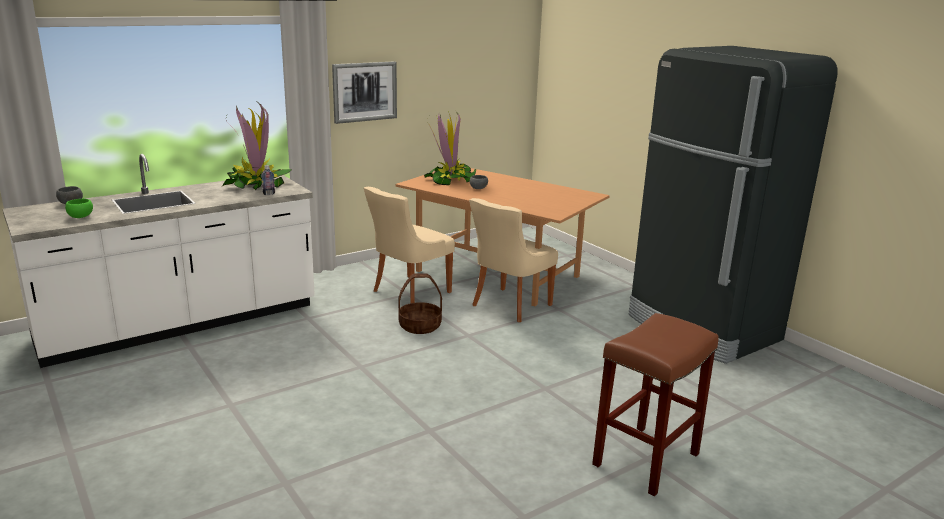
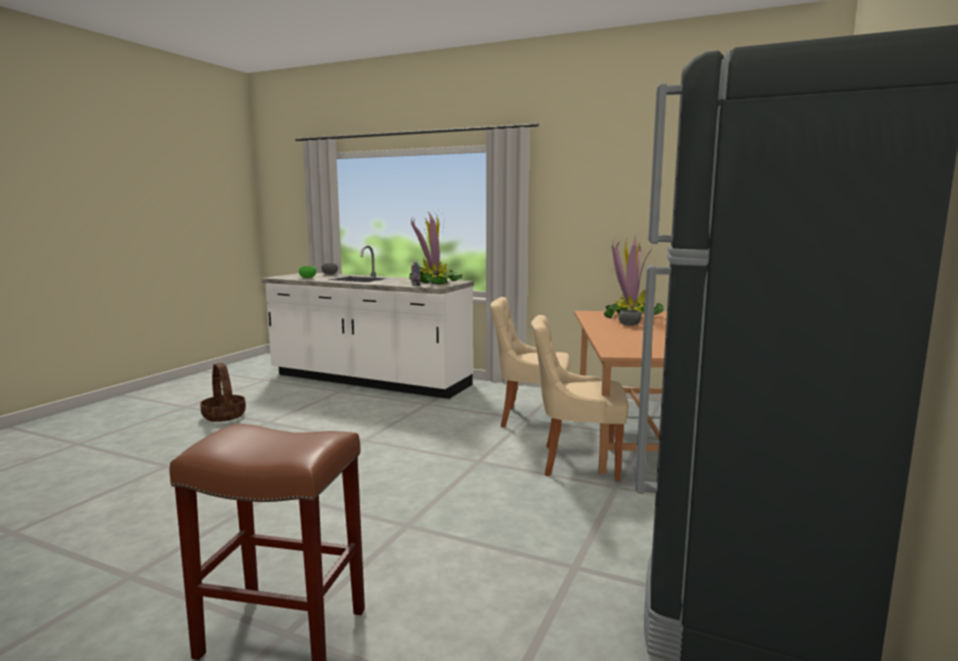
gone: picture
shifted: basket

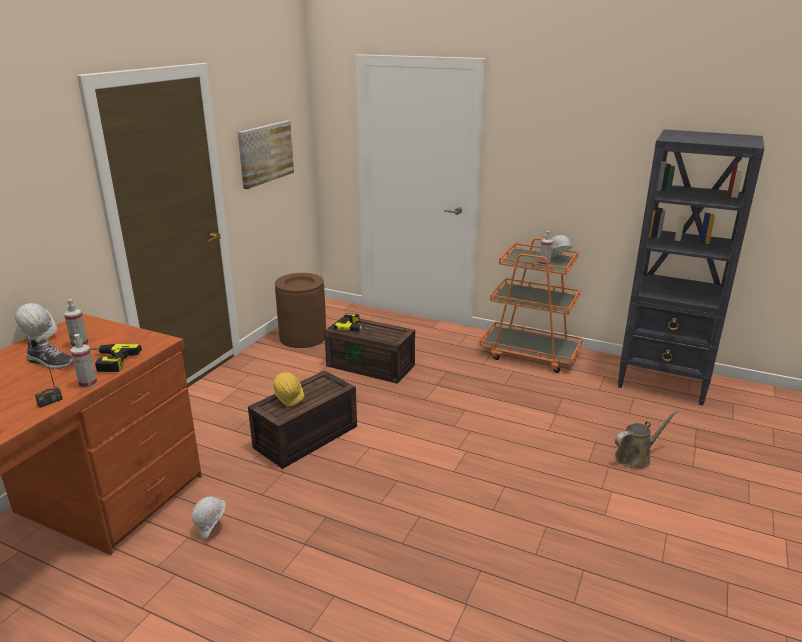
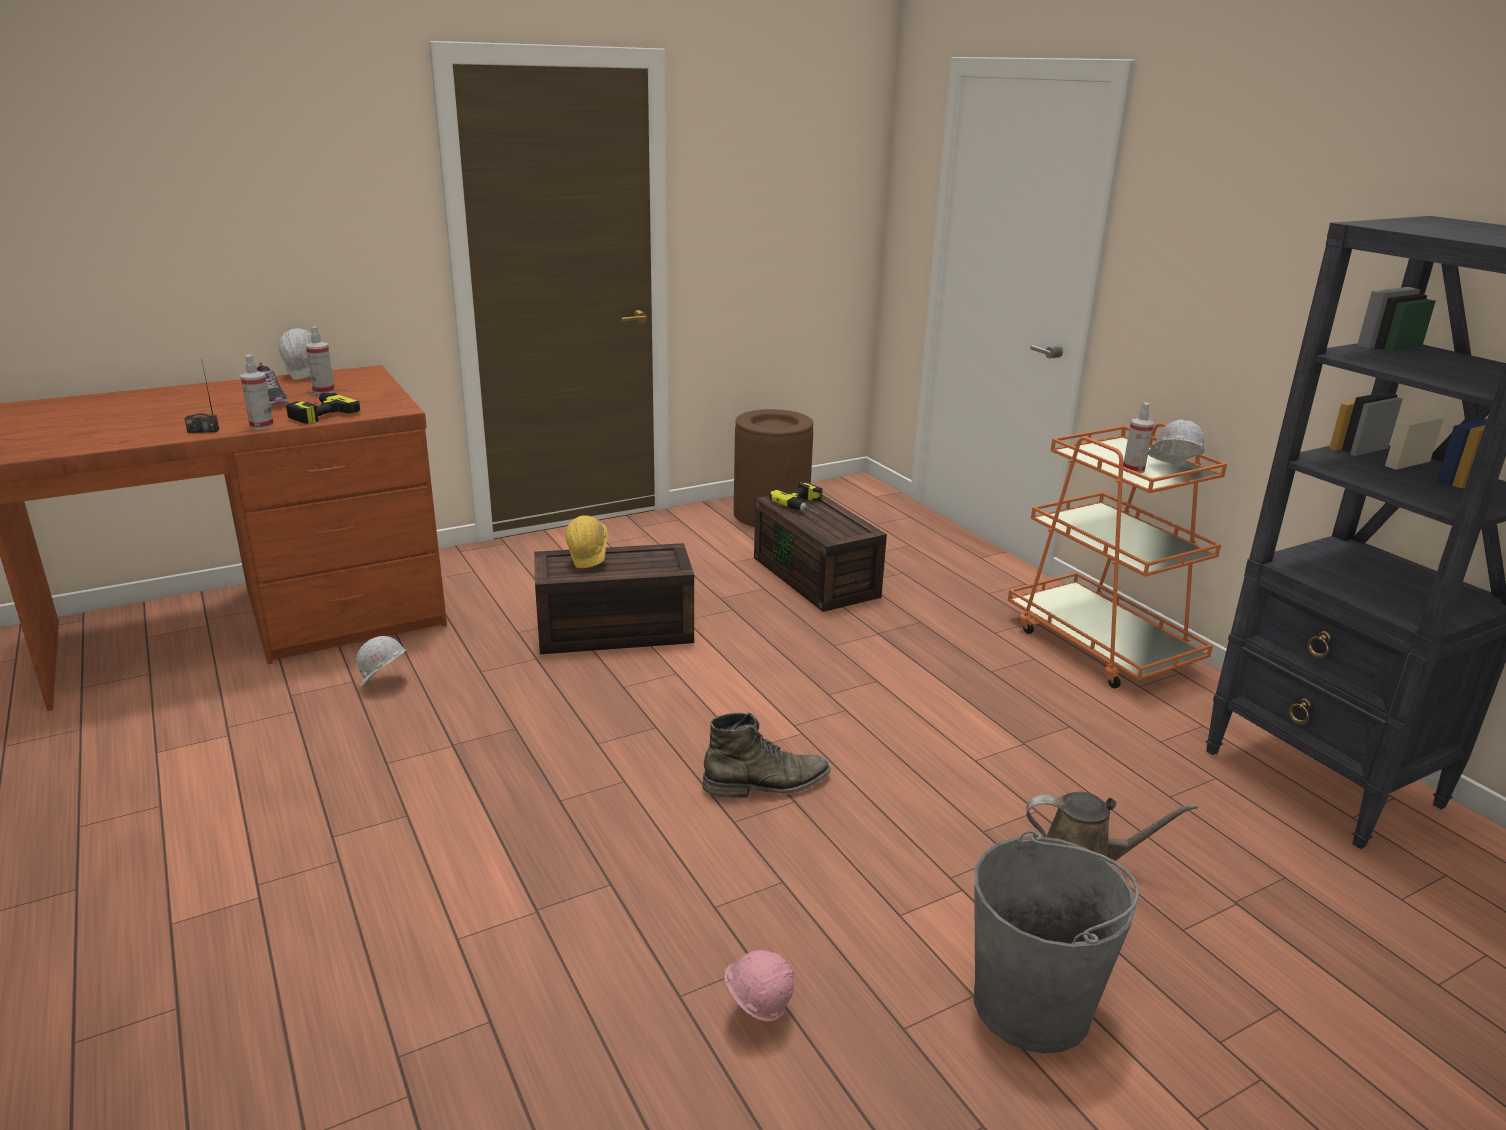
gone: picture
new: boot/green; hard hat/pink; bucket/grey

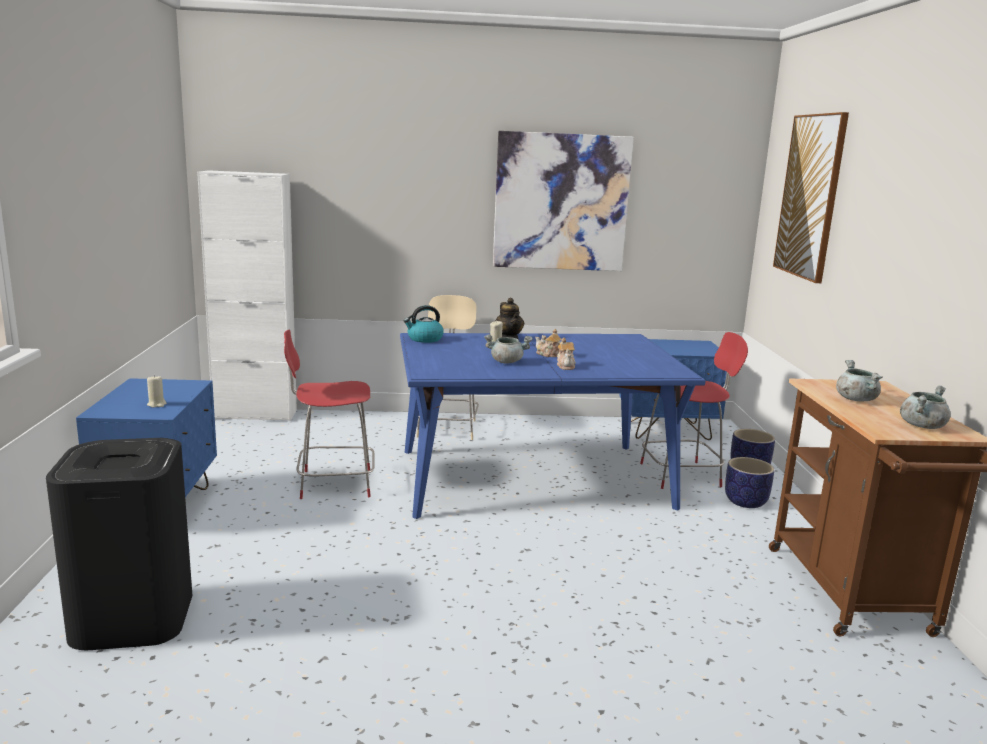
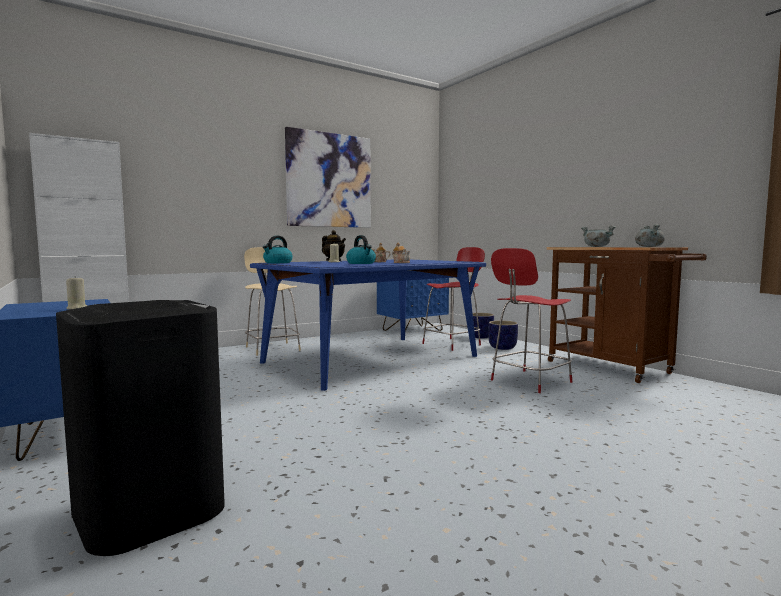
gone: picture (no. 2 from left)
shifted: chair/red (no. 1 from left in the first image) to chair/red (no. 2 from left)
swapped: cooking pot/grey (no. 1 from left) to kettle (no. 2 from left)

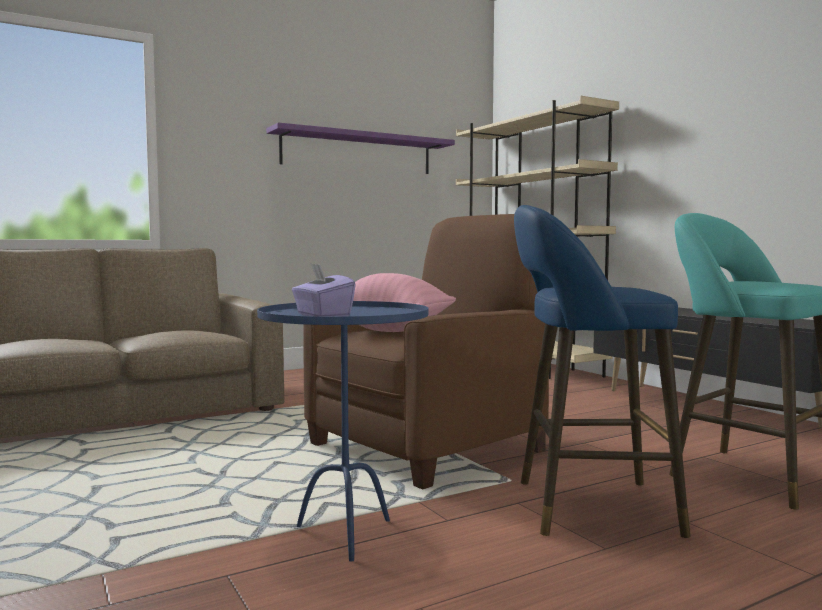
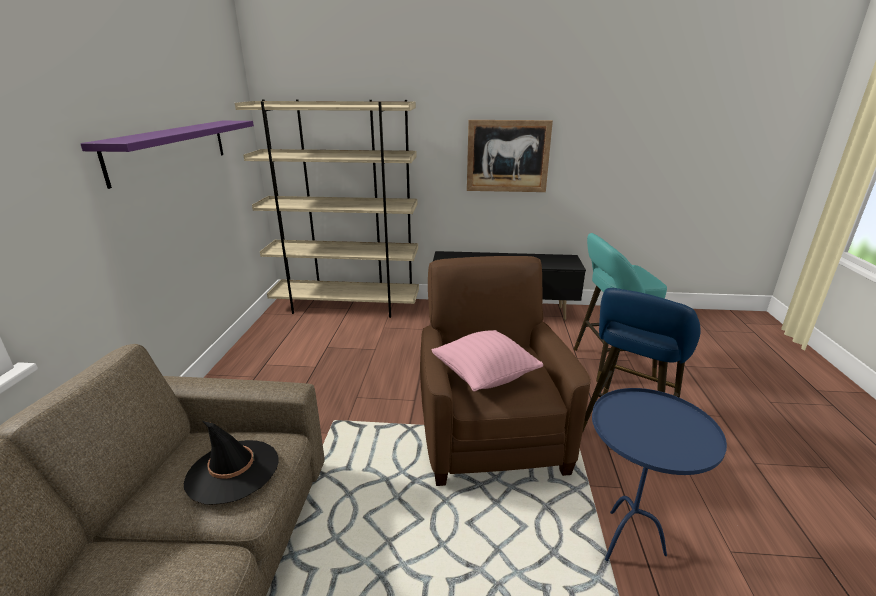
gone: tissue box/purple
new: hat/black; picture

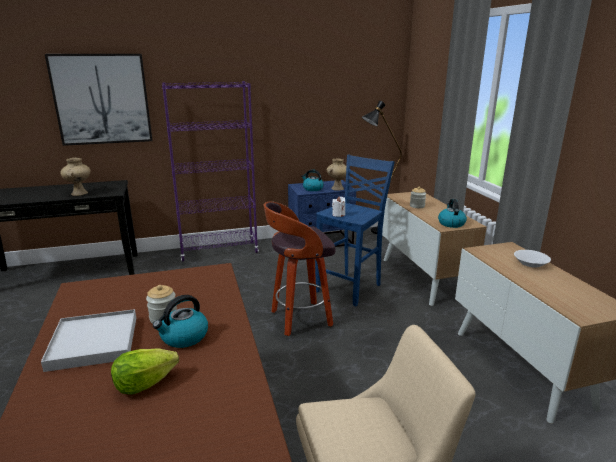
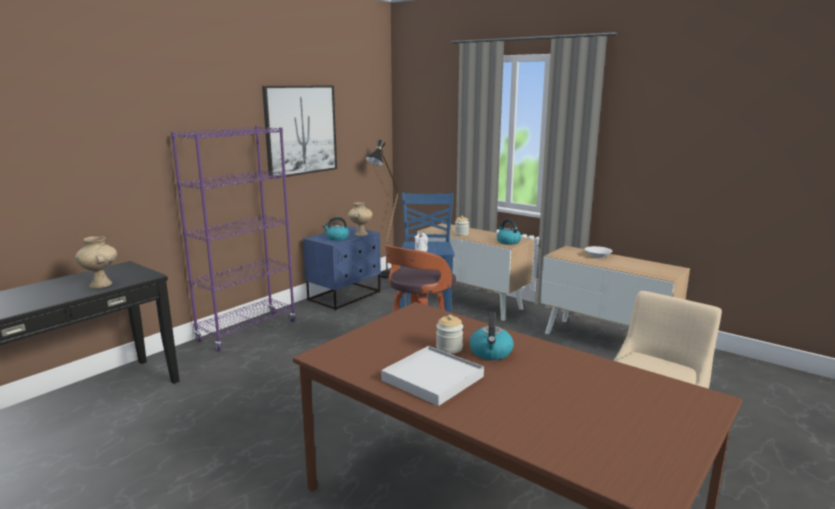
gone: lettuce
shifted: picture

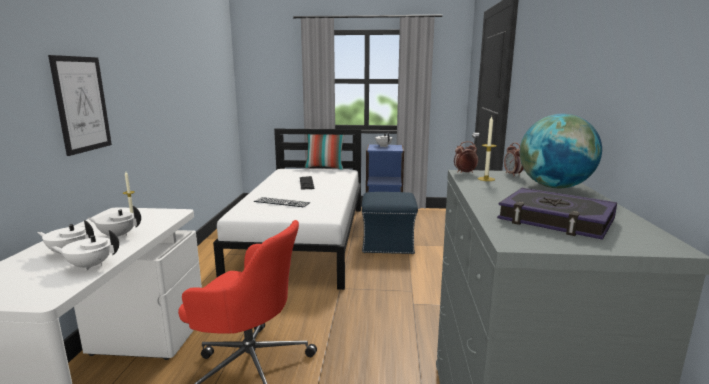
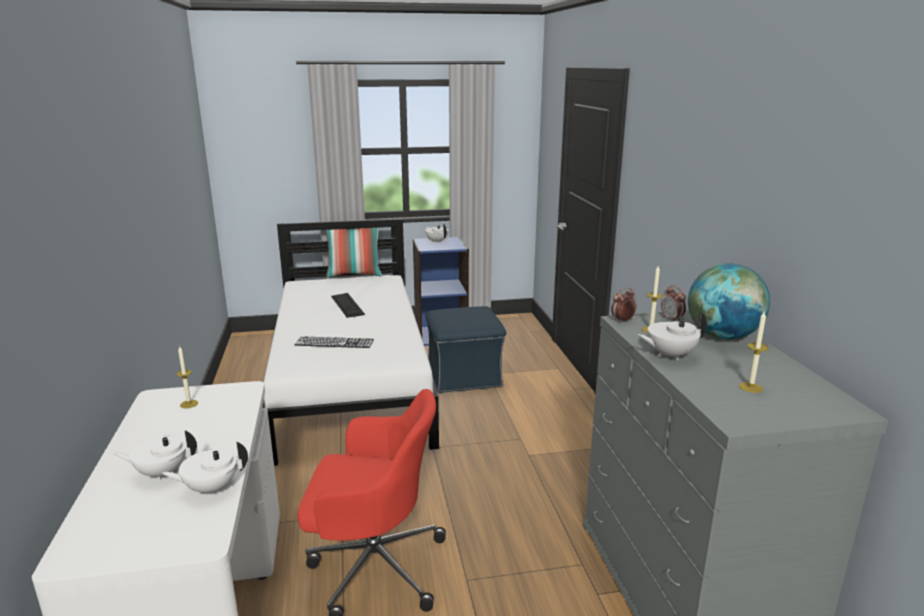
gone: picture
shifted: teapot/white (no. 3 from left in the first image) to teapot/white (no. 4 from left)
swapped: book to candle (no. 3 from left)

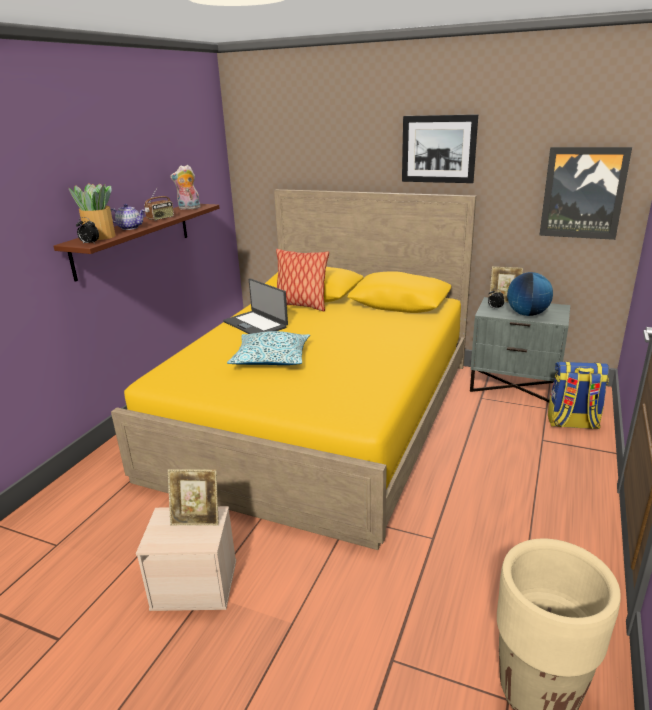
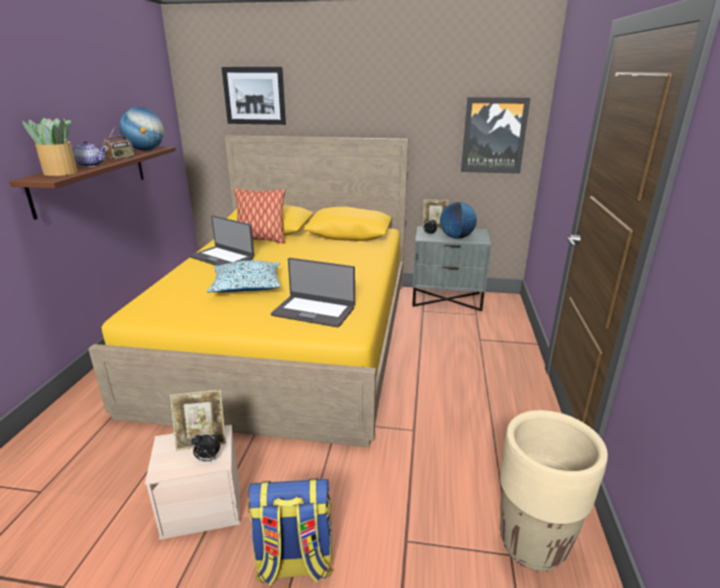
new: laptop (no. 2 from left)
shifted: alarm clock (no. 1 from left); picture (no. 1 from left); backpack
swapped: plush toy to globe (no. 1 from left)

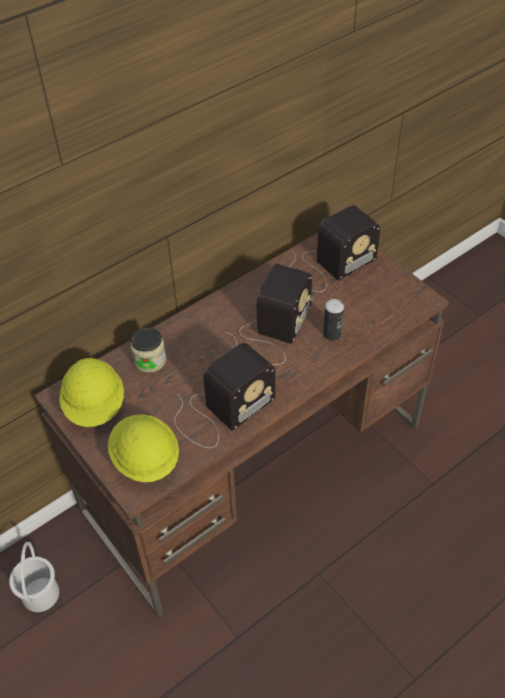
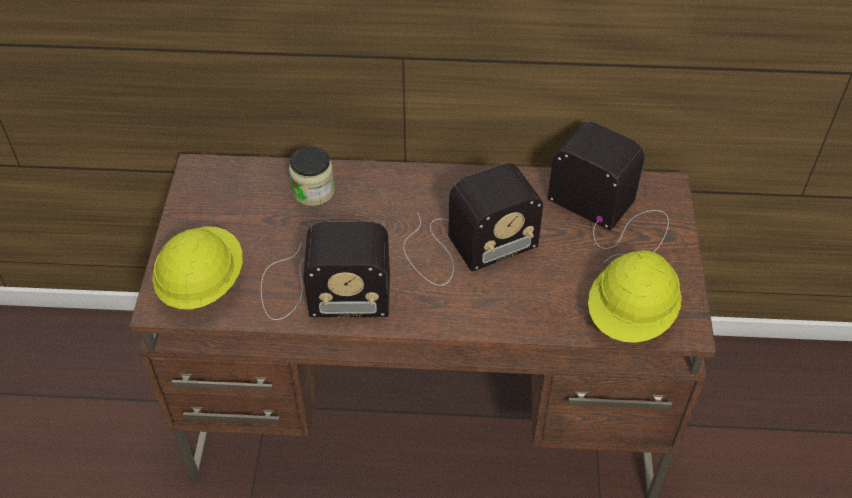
gone: bucket/white; can
shifted: hard hat/yellow (no. 1 from left in the first image) to hard hat/yellow (no. 2 from left)
rotated: radio (no. 3 from left) 150 degrees counterclockwise

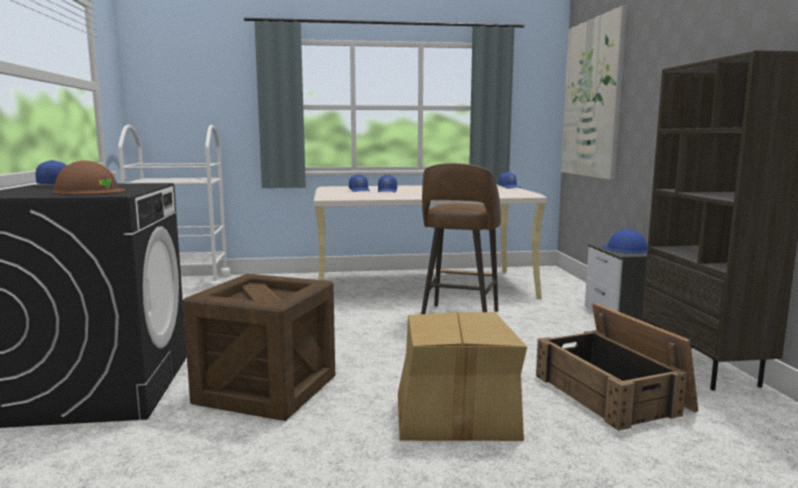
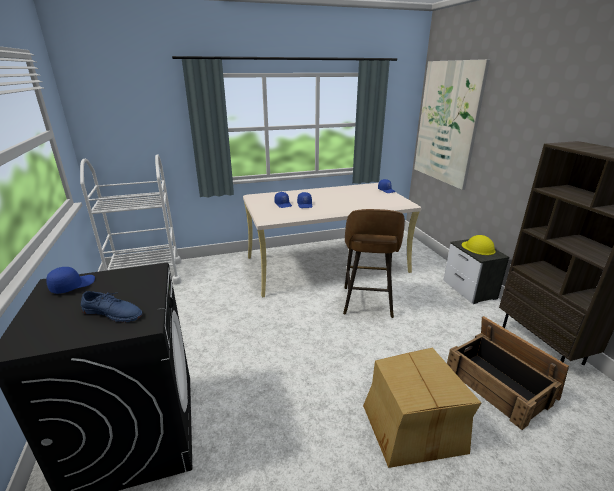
gone: crate (no. 1 from left)
swapped: hard hat/brown to shoe/blue
repainted: hard hat/blue to hard hat/yellow

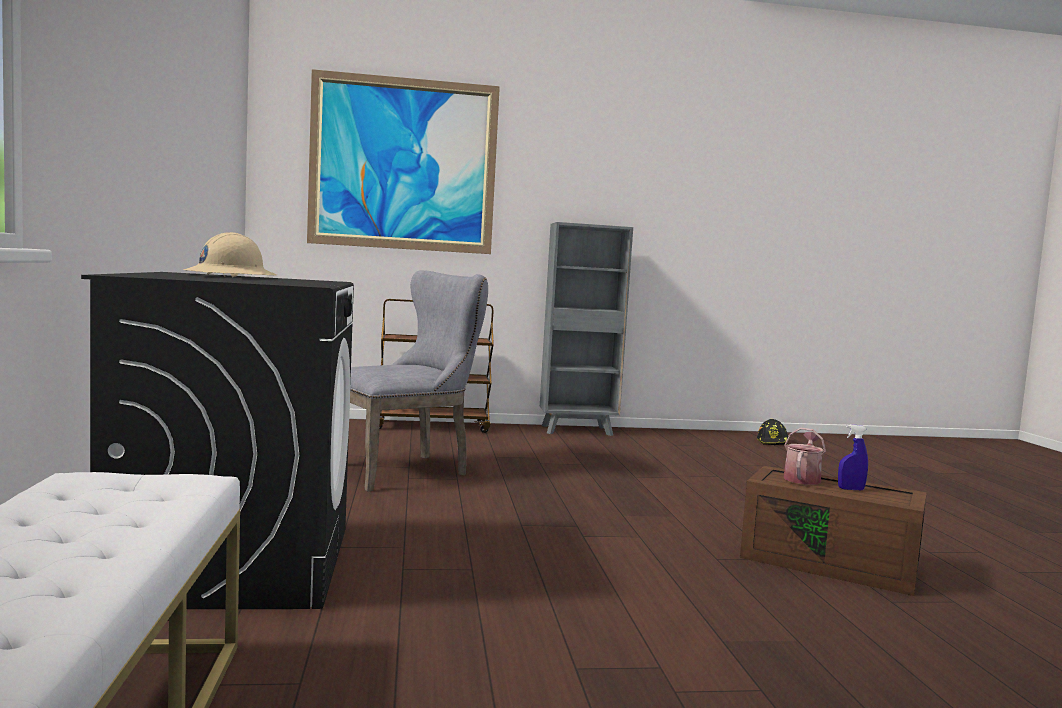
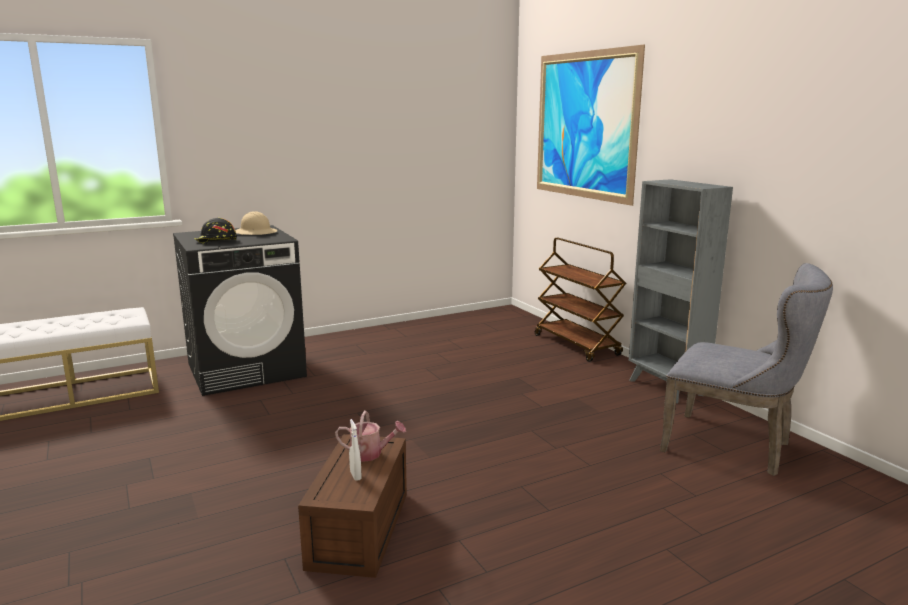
shifted: chair/grey; hard hat/black
repainted: spray bottle/blue to spray bottle/white

